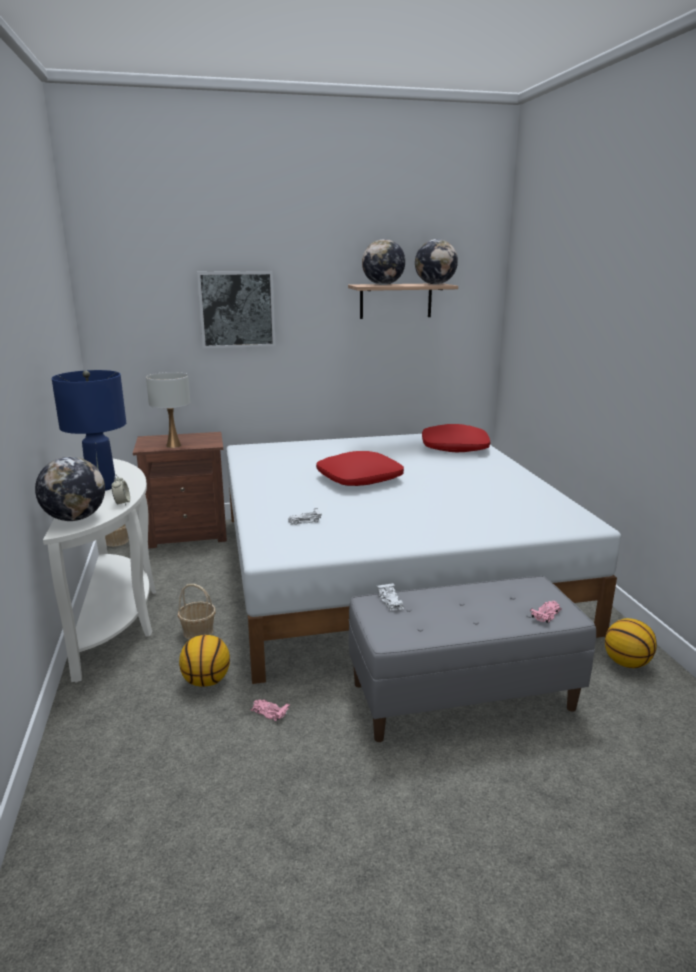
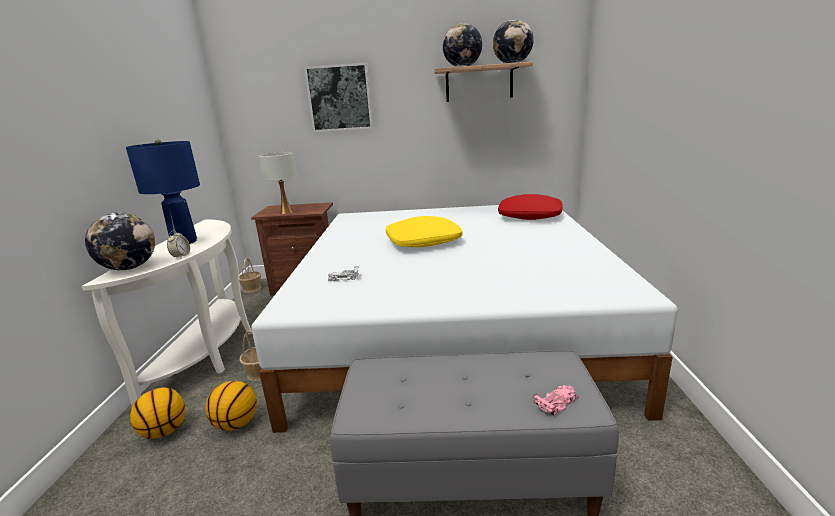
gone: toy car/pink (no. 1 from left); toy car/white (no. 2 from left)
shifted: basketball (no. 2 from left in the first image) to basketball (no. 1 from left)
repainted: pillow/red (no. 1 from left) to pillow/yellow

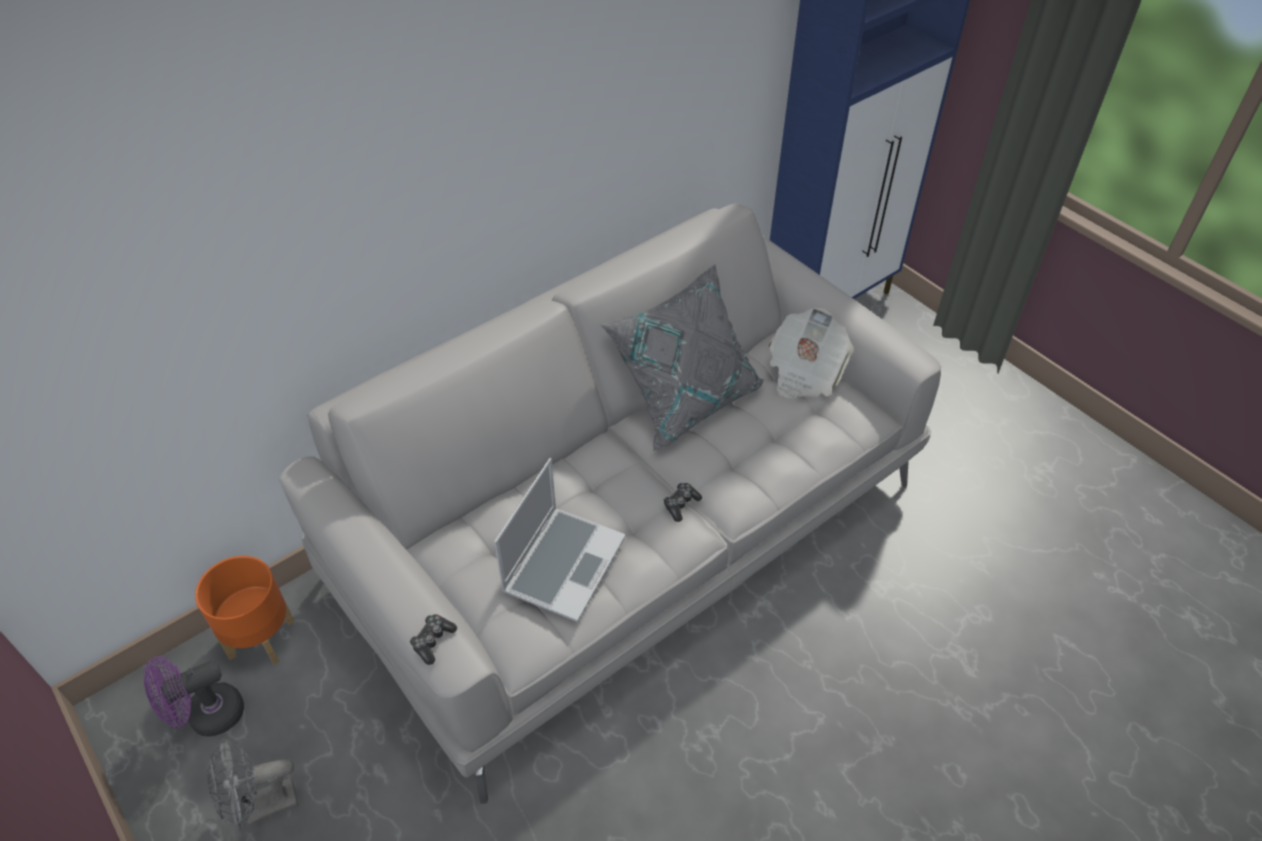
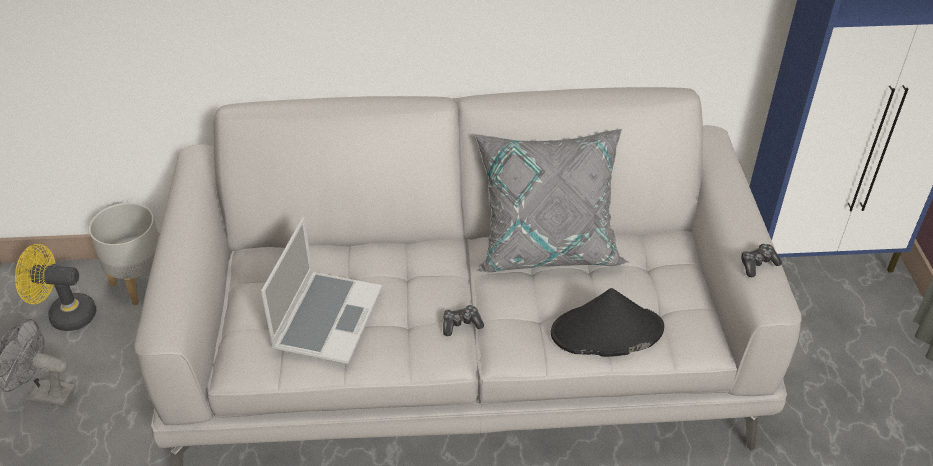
gone: newspaper
new: hat/black
shifted: game controller (no. 1 from left in the first image) to game controller (no. 2 from left)
repainted: fan/purple to fan/yellow; planter/orange to planter/grey
rotated: laptop 45 degrees counterclockwise

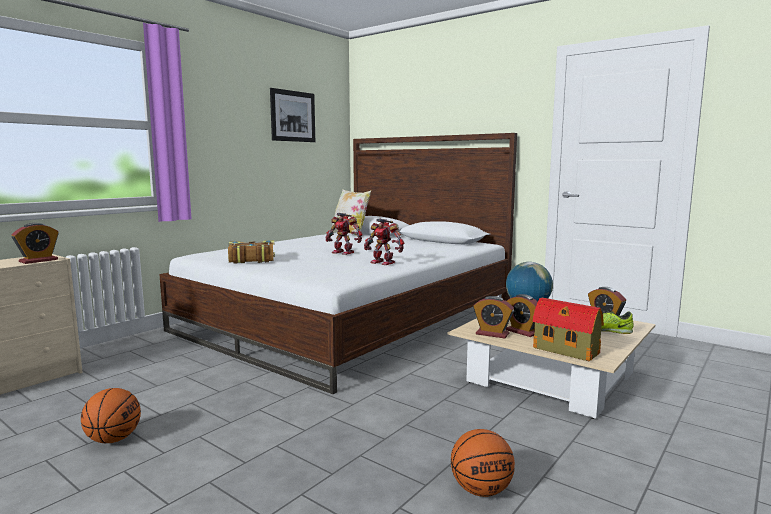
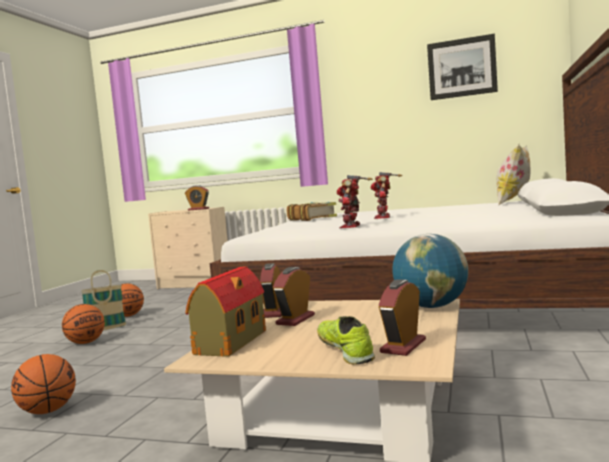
new: basketball (no. 2 from left); basket

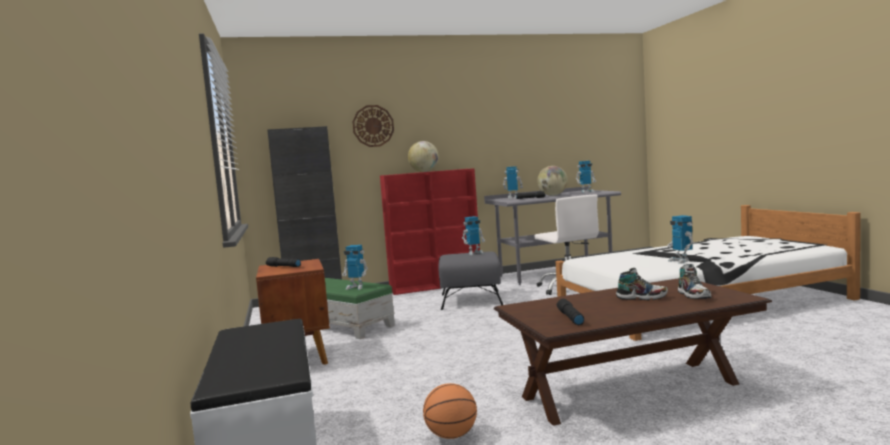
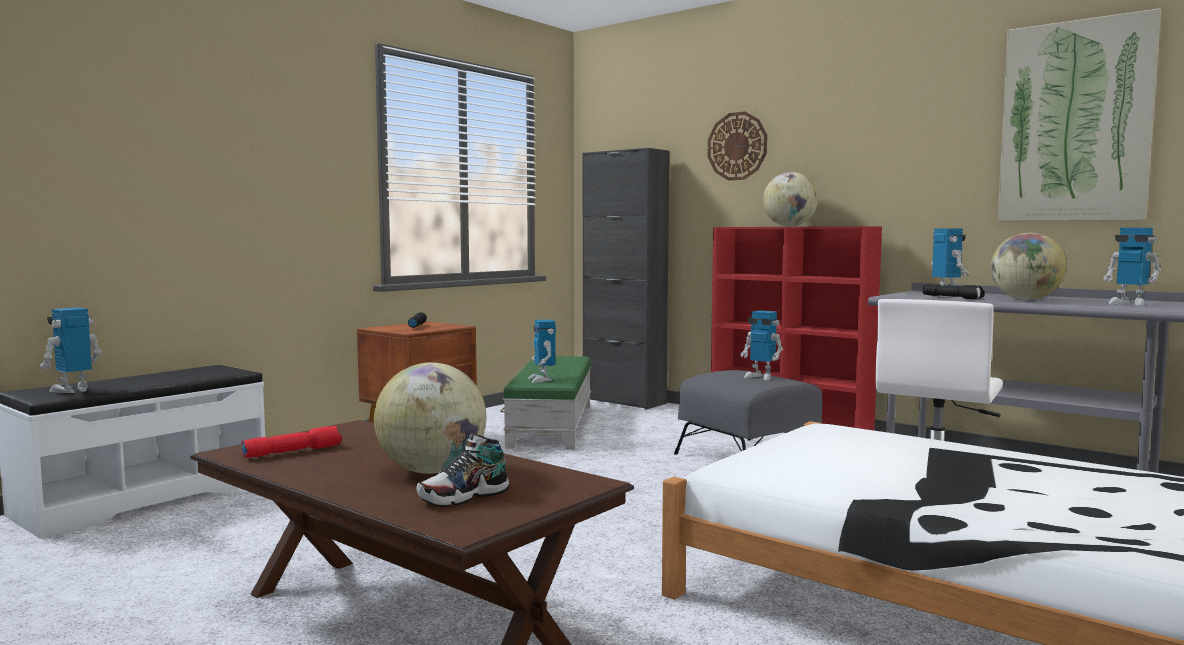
gone: basketball
new: picture
shifted: toy robot (no. 5 from left in the first image) to toy robot (no. 1 from left)
swapped: shoe (no. 1 from left) to globe (no. 1 from left)
repainted: flashlight/black (no. 3 from left) to flashlight/red

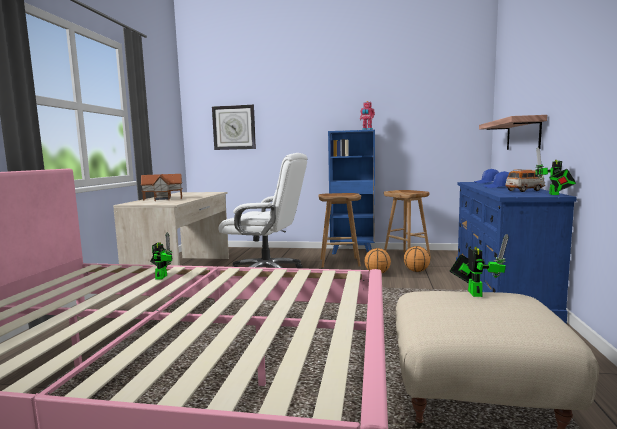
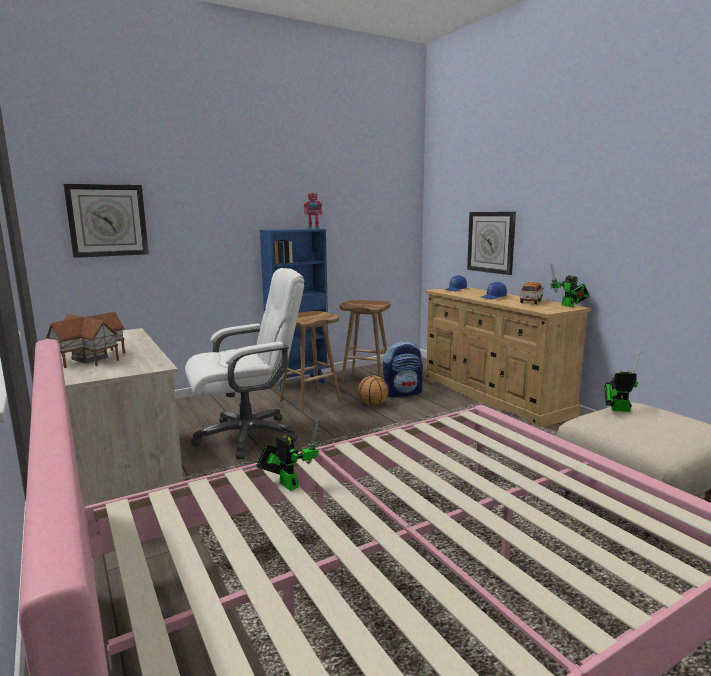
swapped: basketball (no. 2 from left) to backpack; shelf to wall clock (no. 2 from left)
repainted: dresser/blue to dresser/beige
rotated: toy robot (no. 3 from left in the first image) 45 degrees counterclockwise

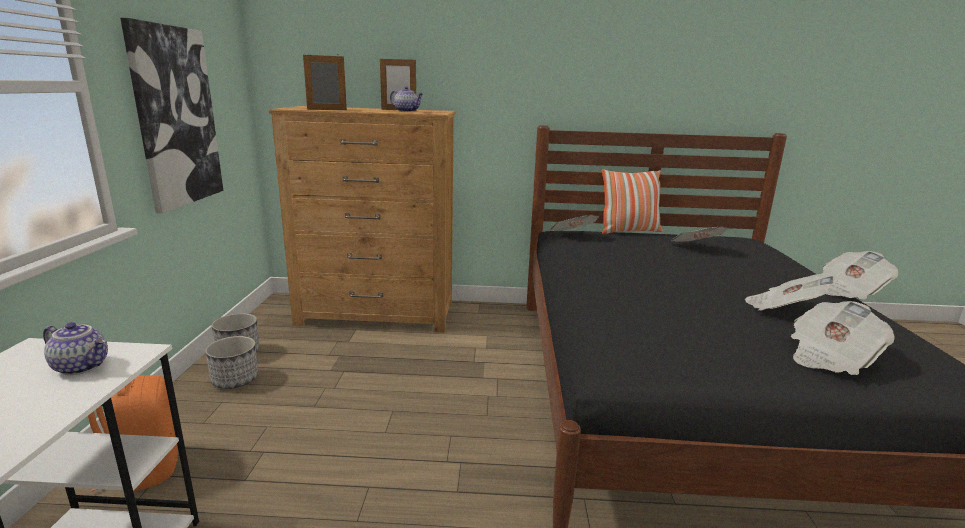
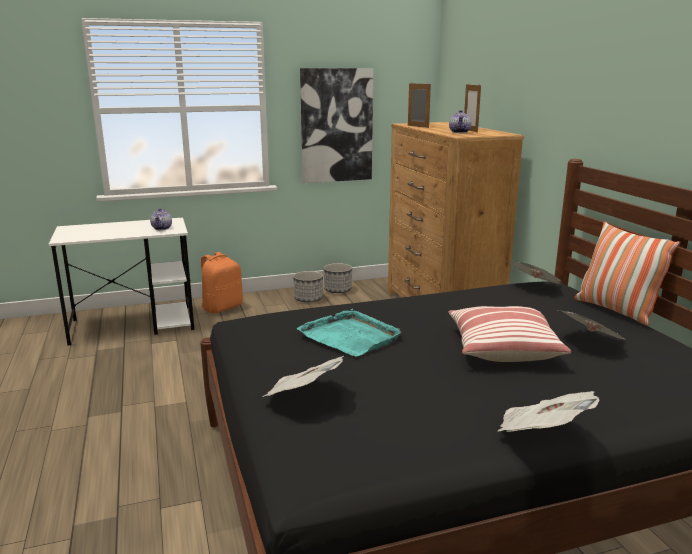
gone: newspaper (no. 3 from left)
new: tray/turquoise; pillow (no. 1 from left)

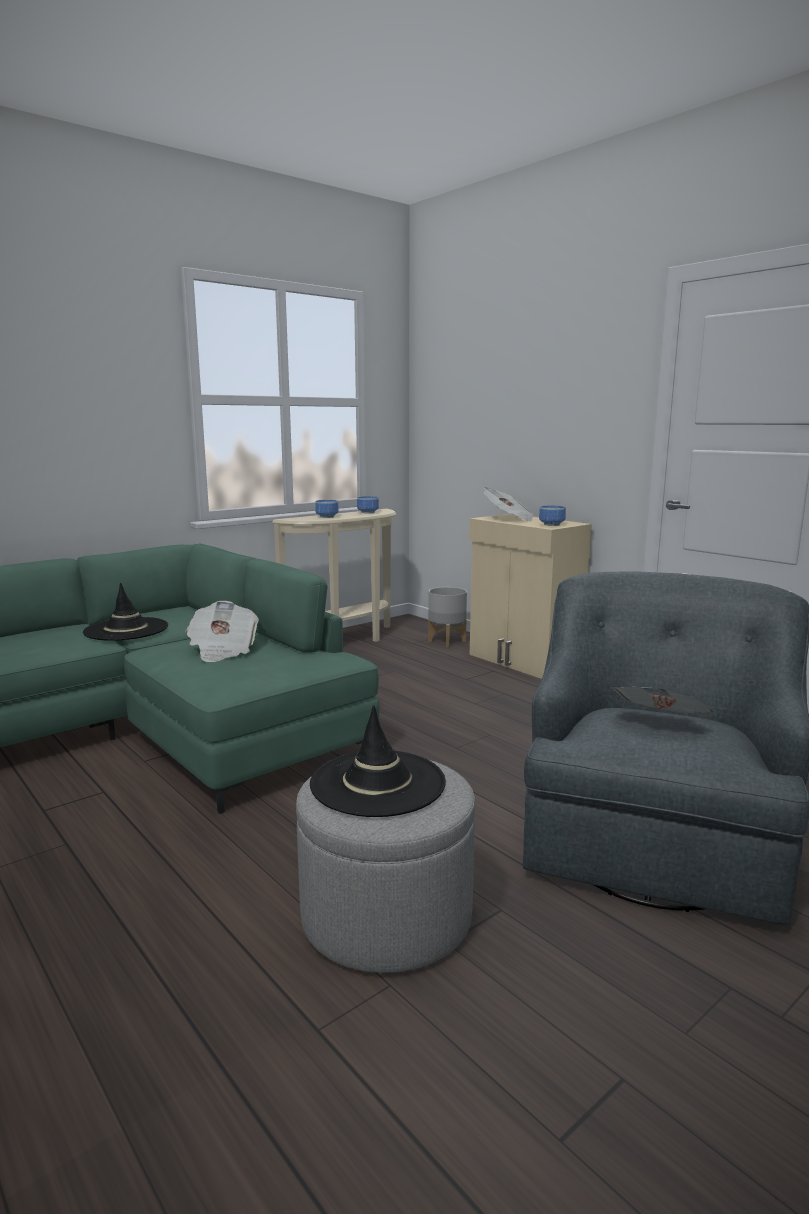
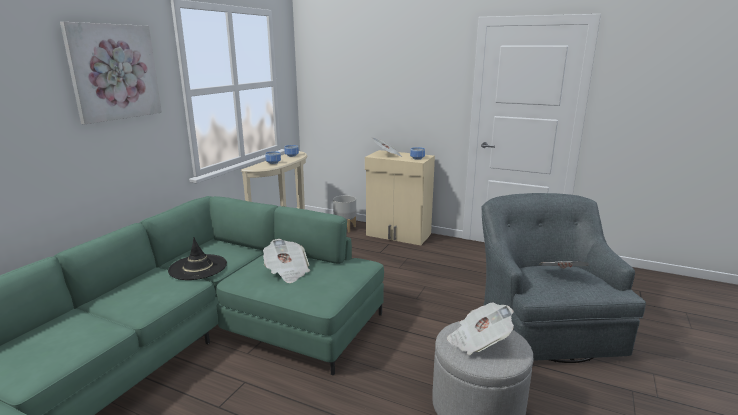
new: picture
swapped: hat/black (no. 2 from left) to newspaper (no. 3 from left)

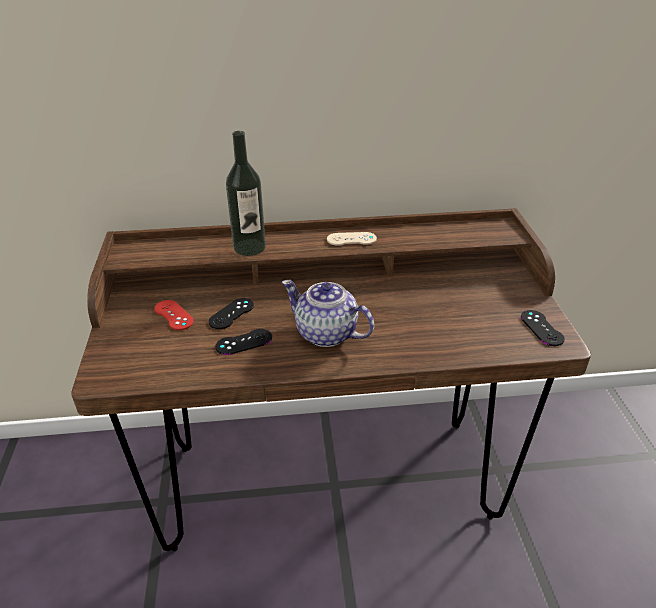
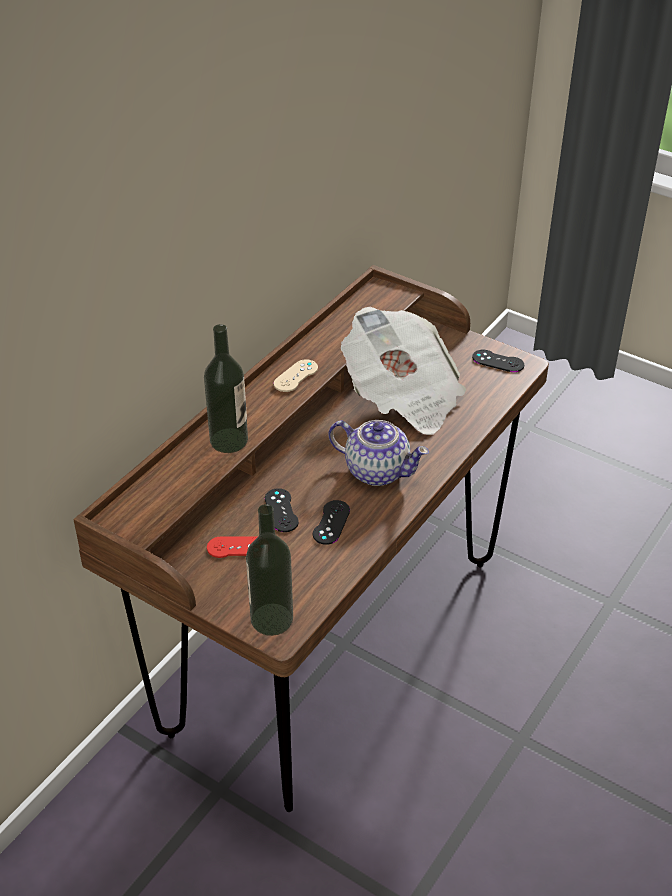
new: bottle (no. 2 from left); newspaper
rotated: teapot 135 degrees counterclockwise

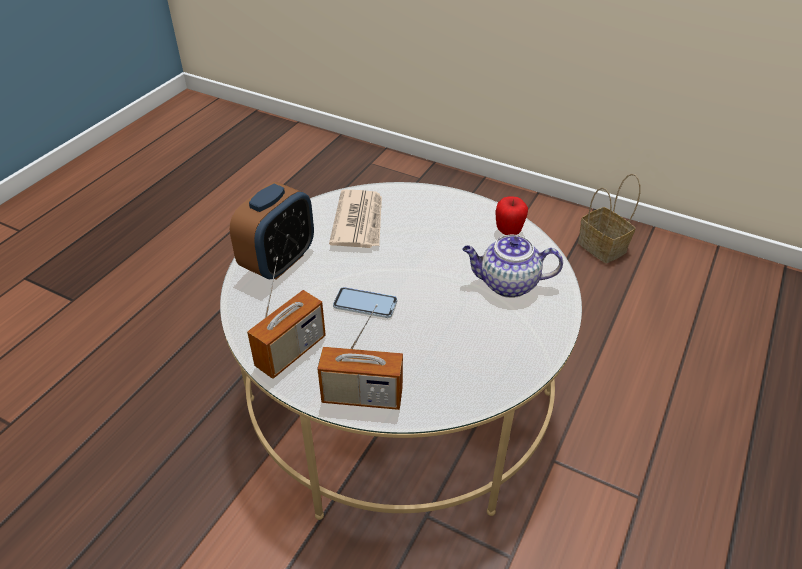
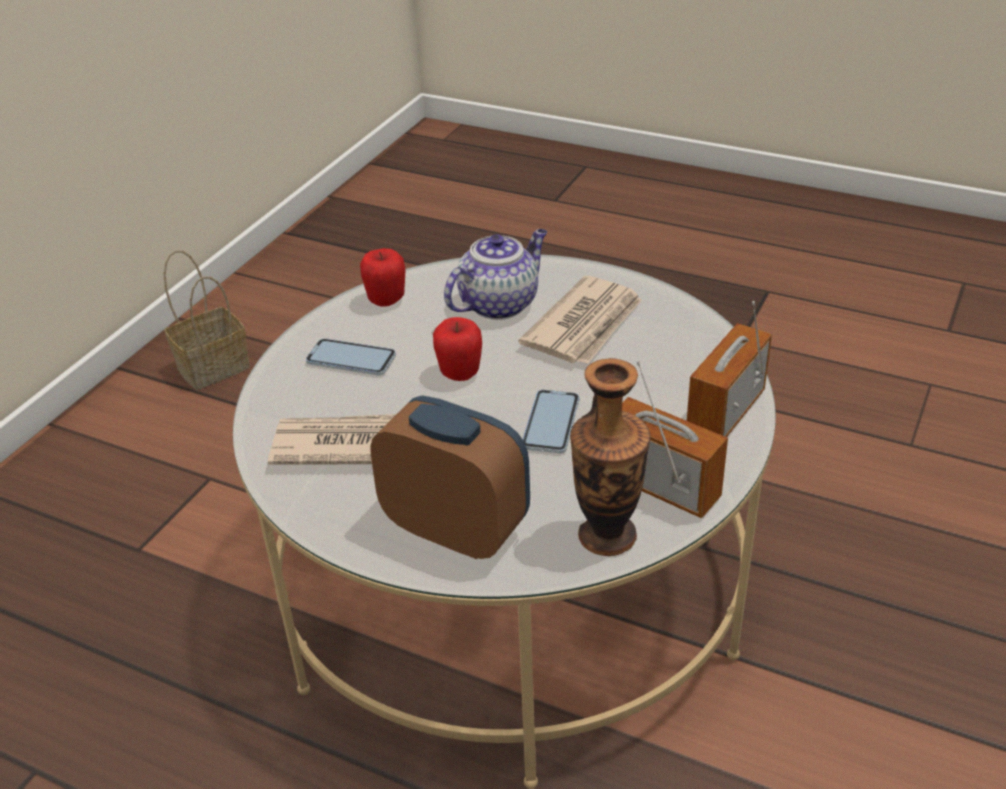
new: phone (no. 1 from left); apple (no. 2 from left); newspaper (no. 2 from left); vase
rotated: radio (no. 2 from left) 150 degrees counterclockwise; teapot 135 degrees counterclockwise

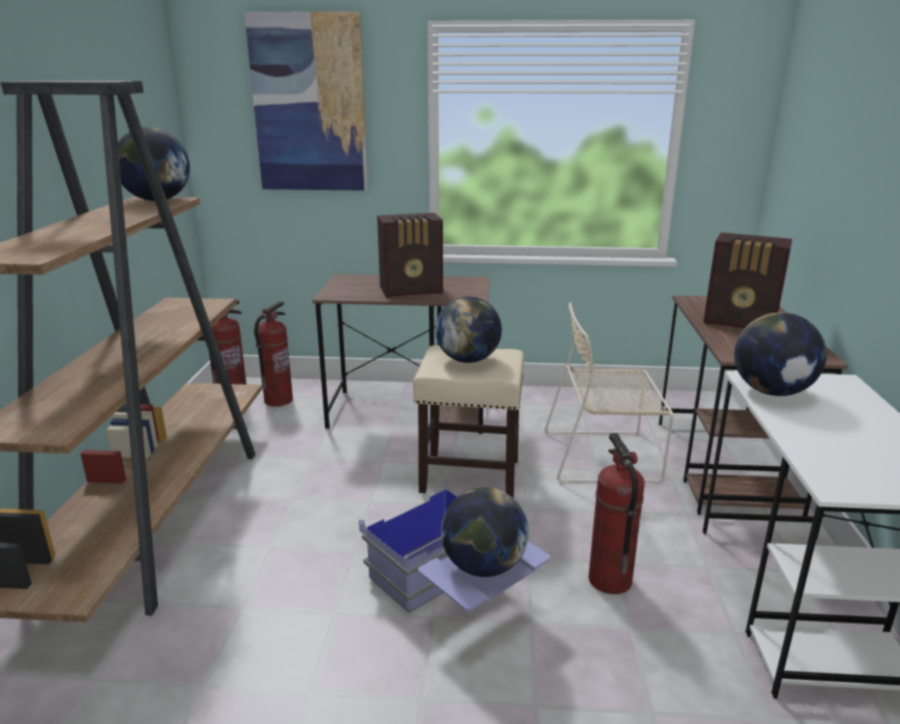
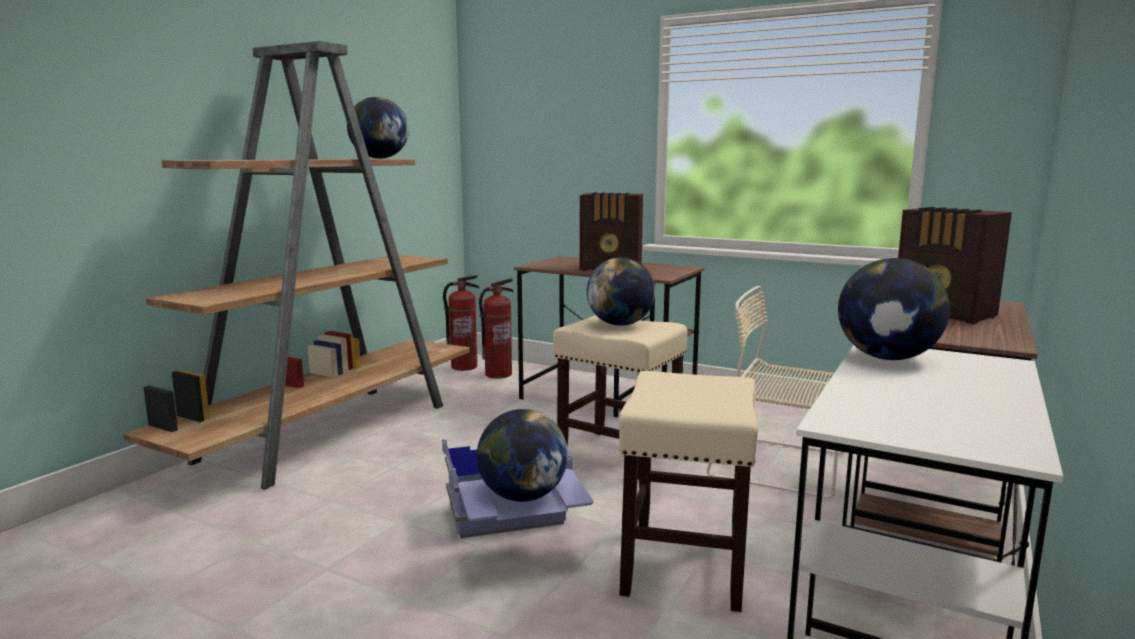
gone: picture
swapped: fire extinguisher (no. 3 from left) to stool/beige (no. 2 from left)

